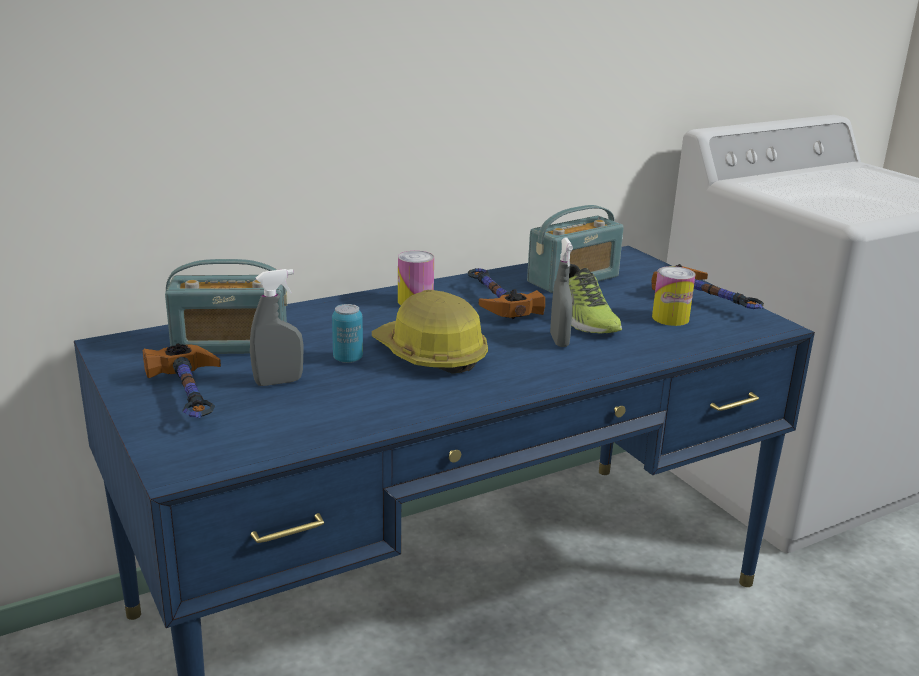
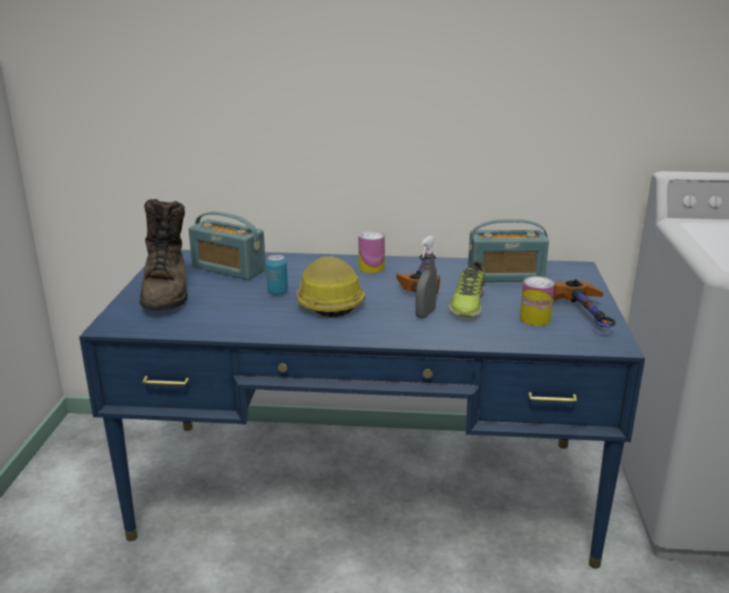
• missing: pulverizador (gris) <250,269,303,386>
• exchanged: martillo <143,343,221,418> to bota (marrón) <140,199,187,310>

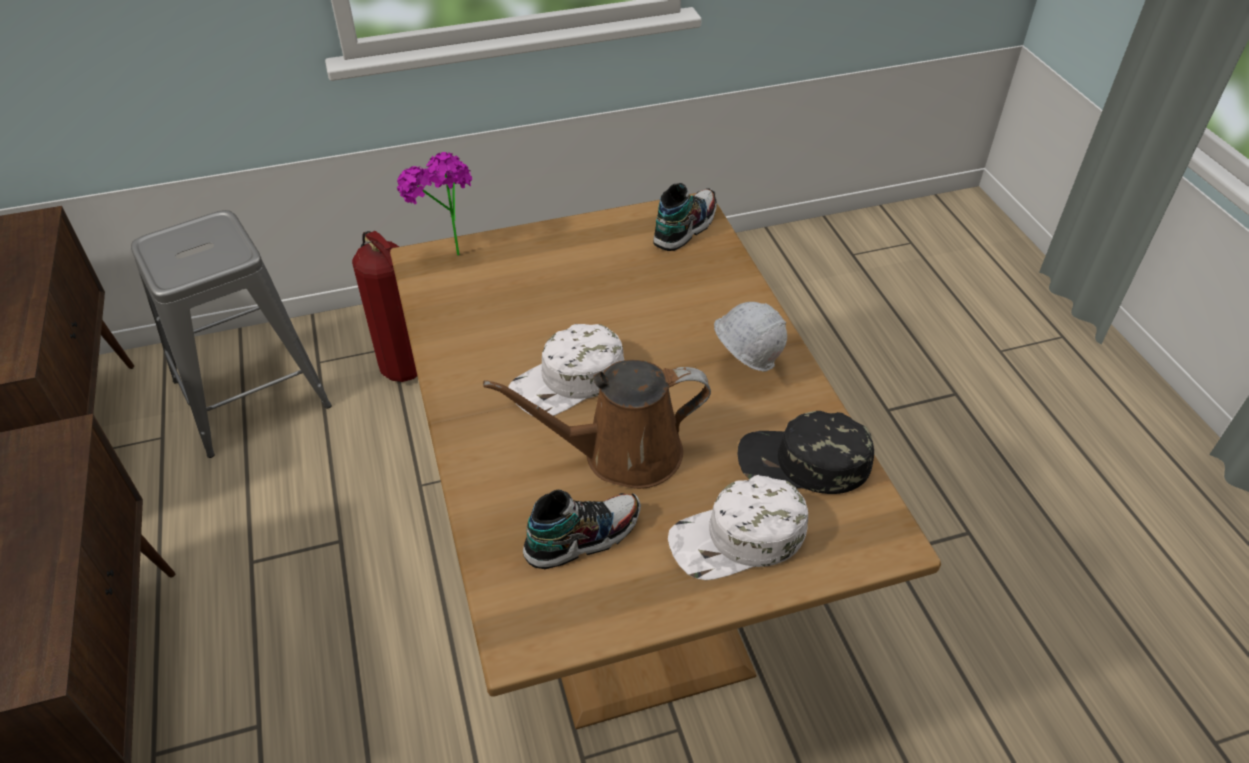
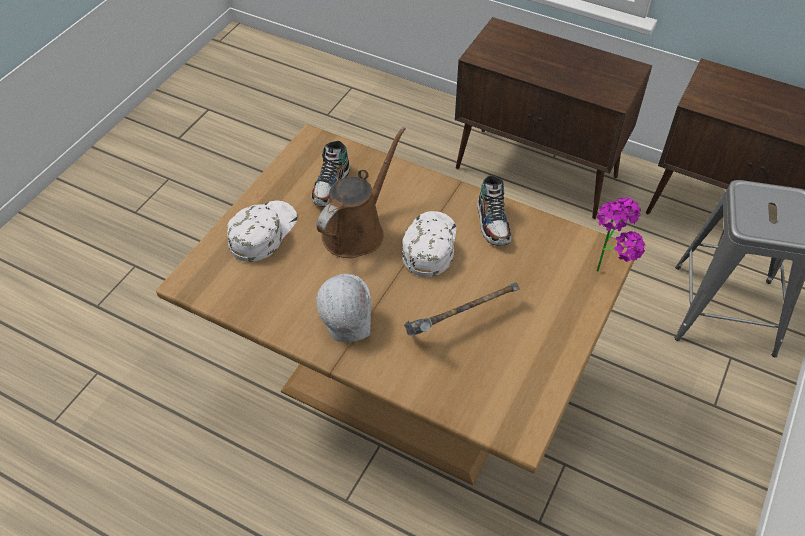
• missing: extintor <352,231,417,382>
• missing: gorra (negro) <738,411,874,494>
• appeared: martillo <404,283,520,335>
• relocated: zapato <653,183,717,251> to <478,176,512,246>

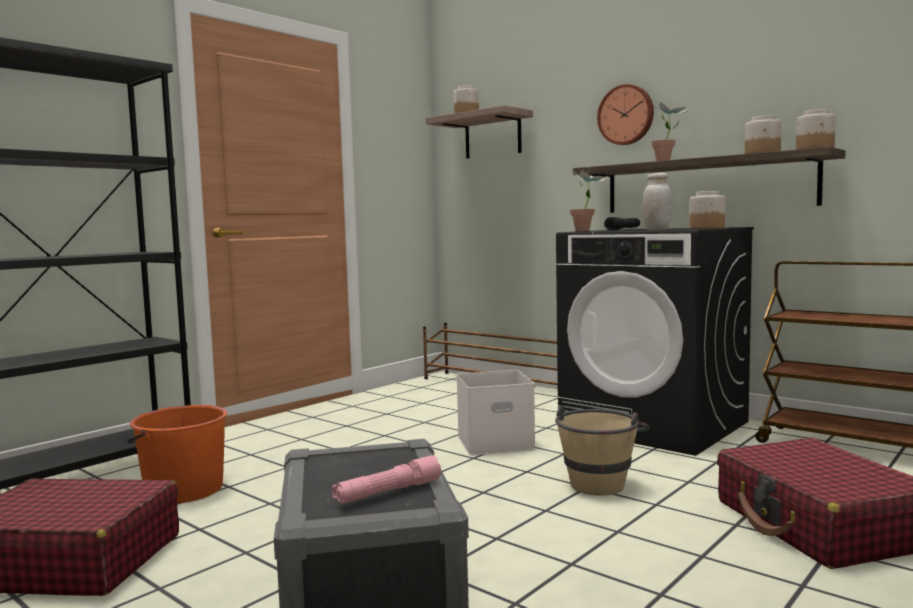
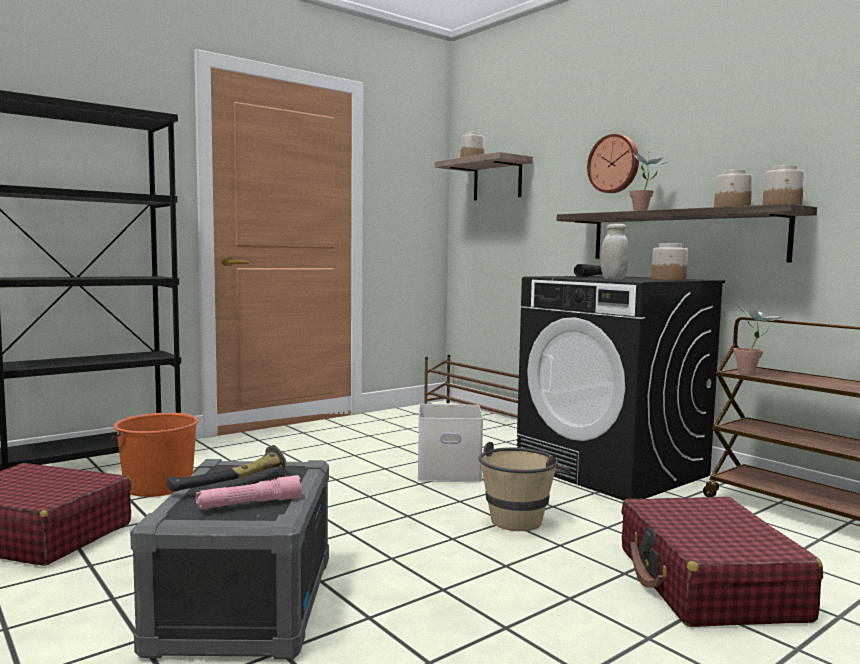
• appeared: martillo <166,445,287,492>
• relocated: planta en maceta <570,170,608,231> to <733,304,782,375>

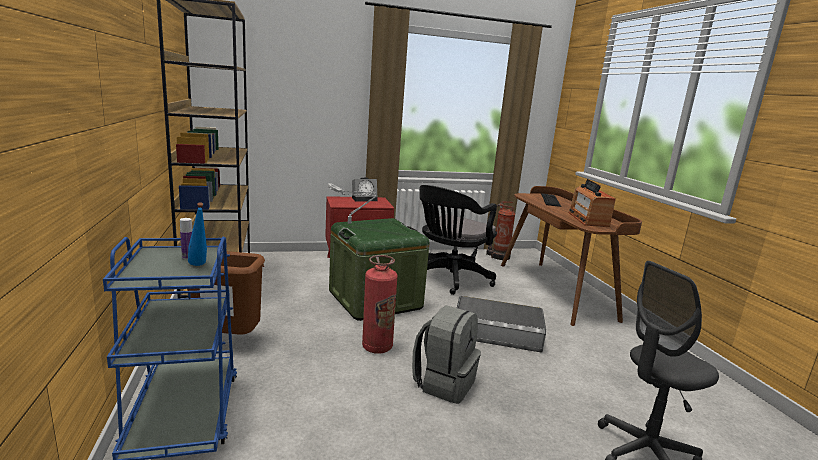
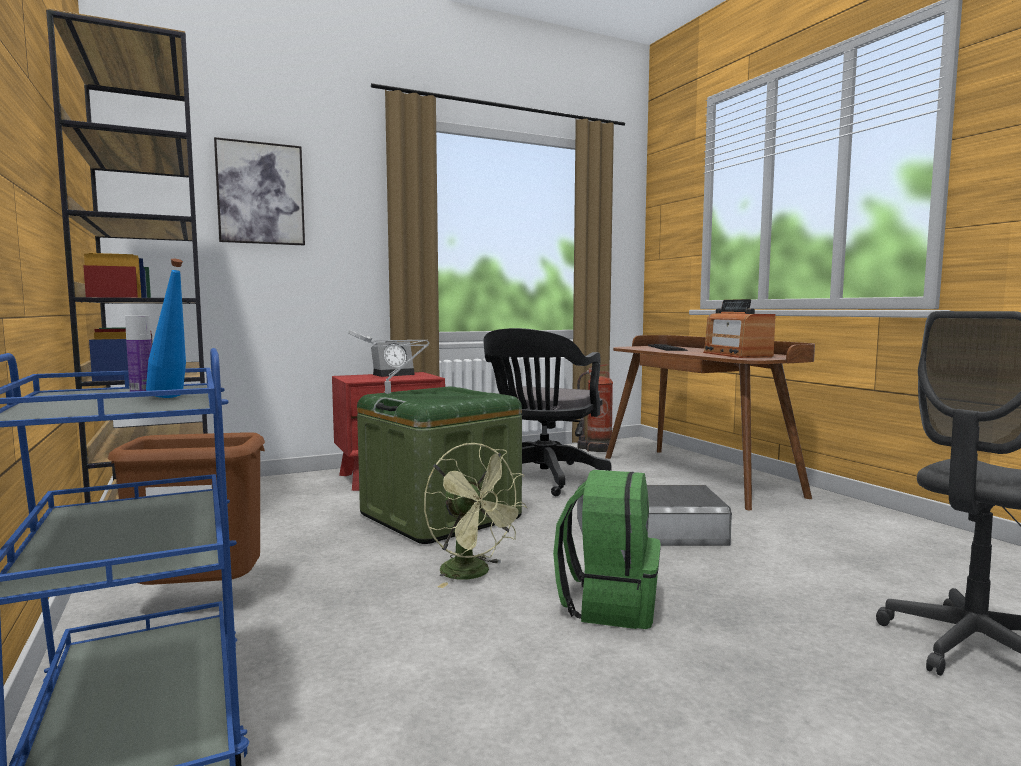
• appeared: cuadro <214,137,305,245>
• exchanged: extintor <362,255,397,354> to ventilador (verde) <424,443,527,588>
• colour: mochila (gris) <412,305,481,404> to mochila (verde) <553,470,661,629>

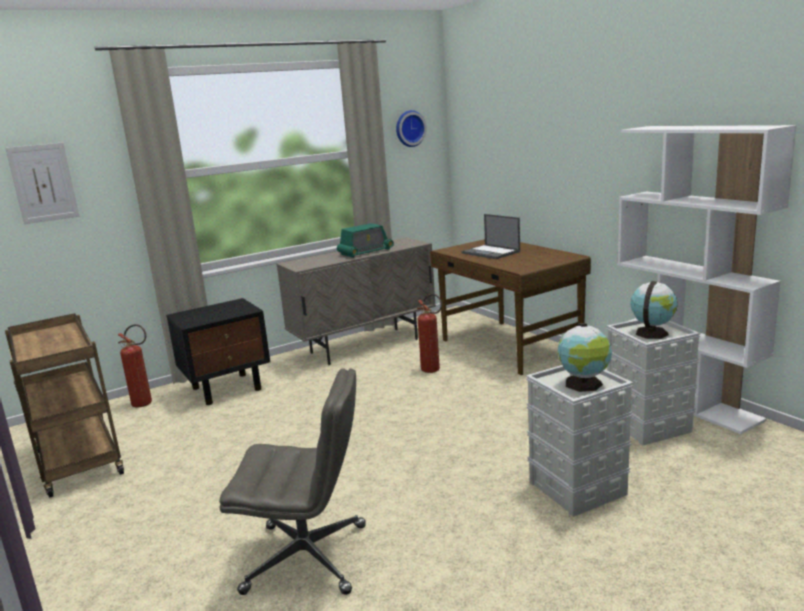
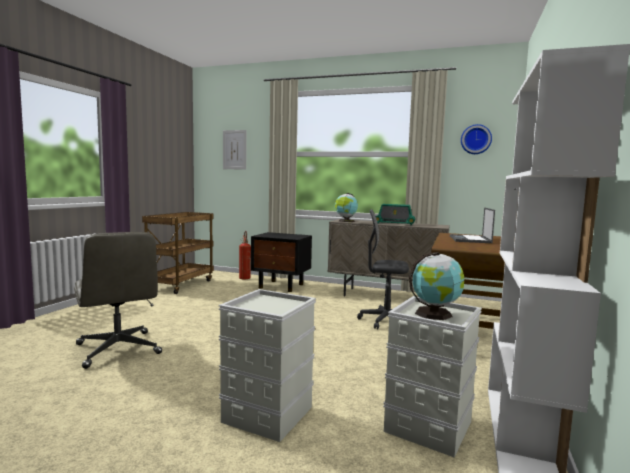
• relocated: globo terráqueo <558,323,612,392> to <335,193,358,222>
• exchanged: extintor <417,294,442,373> to silla de oficina (gris) <357,209,409,329>

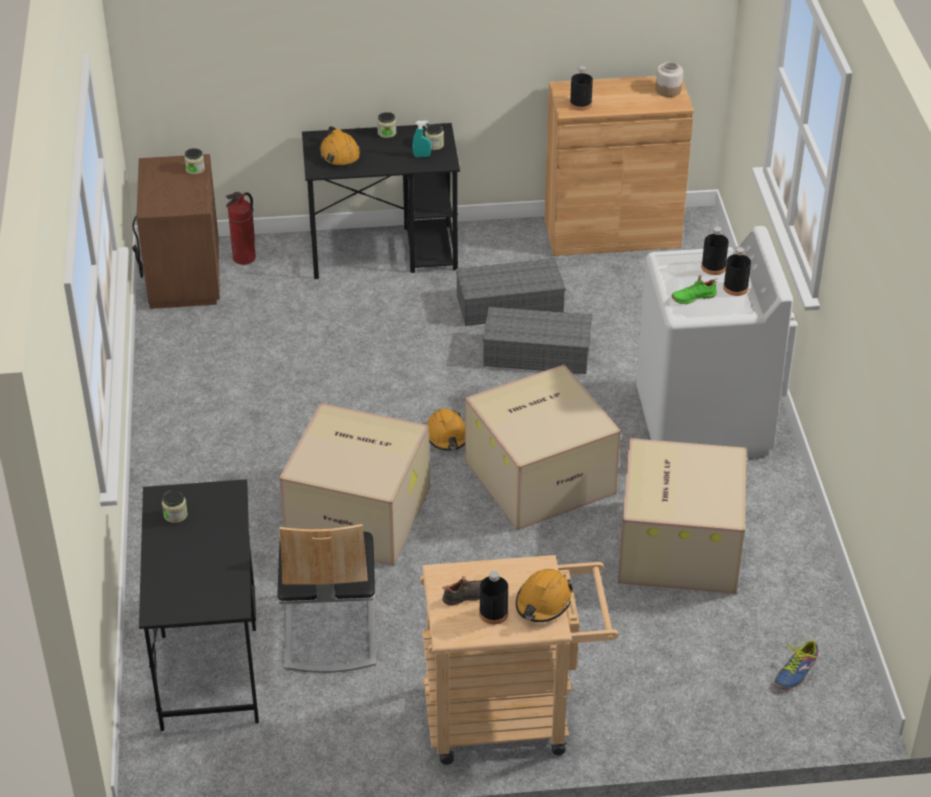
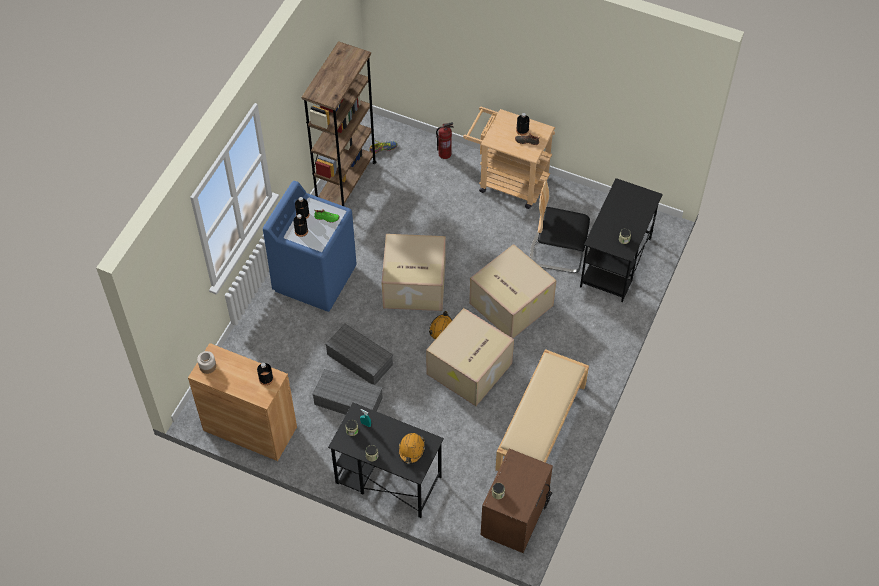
• missing: casco (naranja) <516,569,573,622>
• appeared: estantería (marrón) <301,41,376,206>
• appeared: banco (beis) <495,349,589,471>
• relocated: extintor <226,192,256,265> to <436,122,453,159>
• relocated: caja de cartón <618,438,746,594> to <426,308,514,406>
• colour: lavadora (blanco) <636,226,793,457> to lavadora (azul) <263,181,357,312>
• spun: silla <277,524,376,673> = <530,179,590,273> 105 degrees counterclockwise

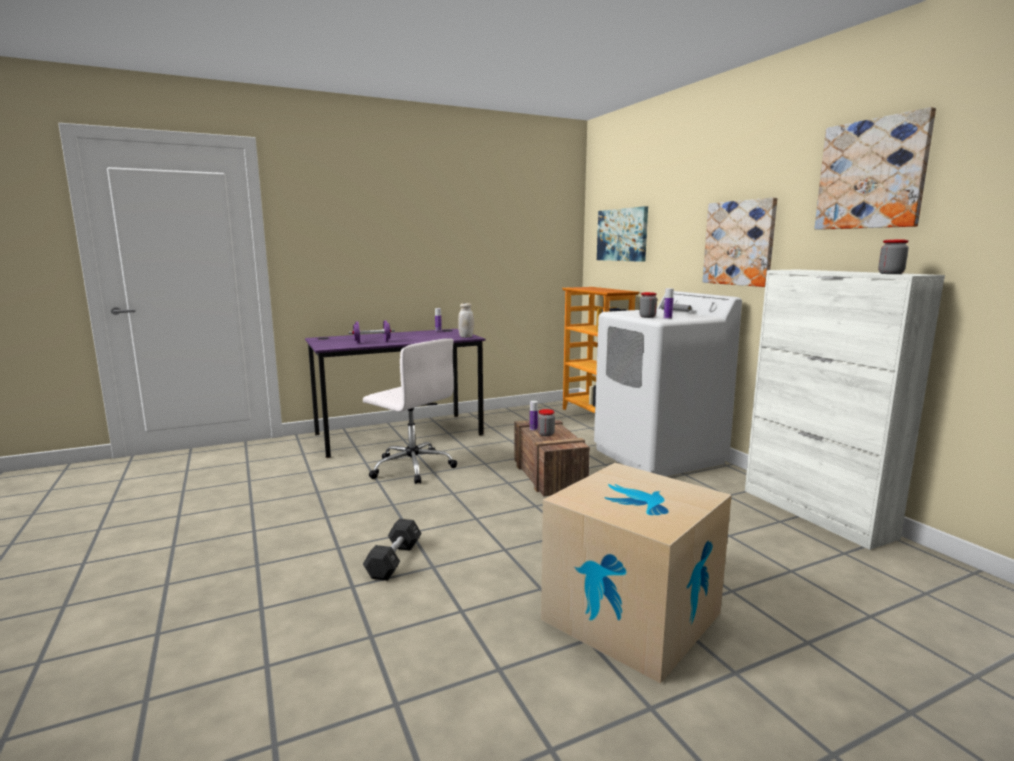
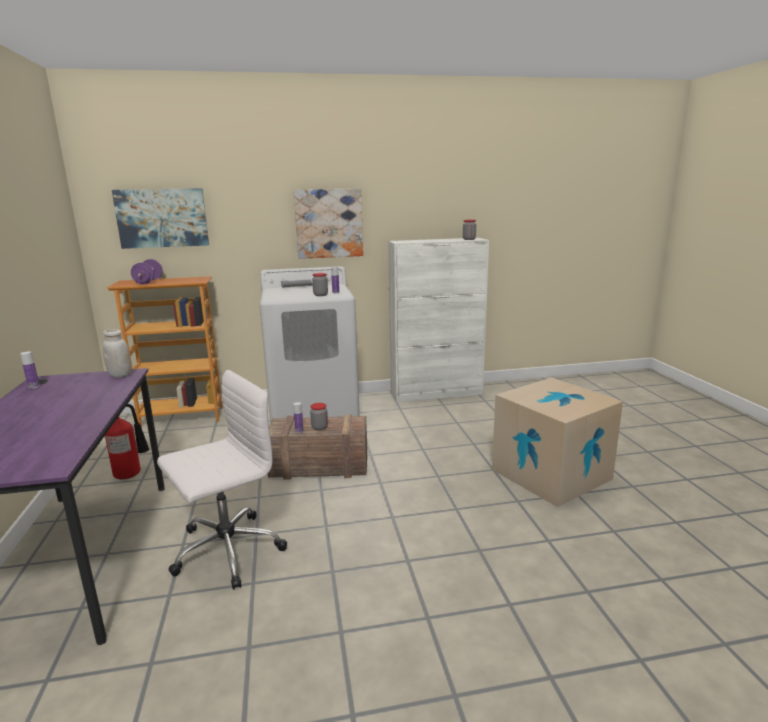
• missing: mancuerna (negro) <363,519,422,581>
• missing: cuadro <815,107,936,230>
• appeared: extintor <105,404,150,479>
• relocated: mancuerna (morado) <348,320,395,343> to <131,259,163,284>

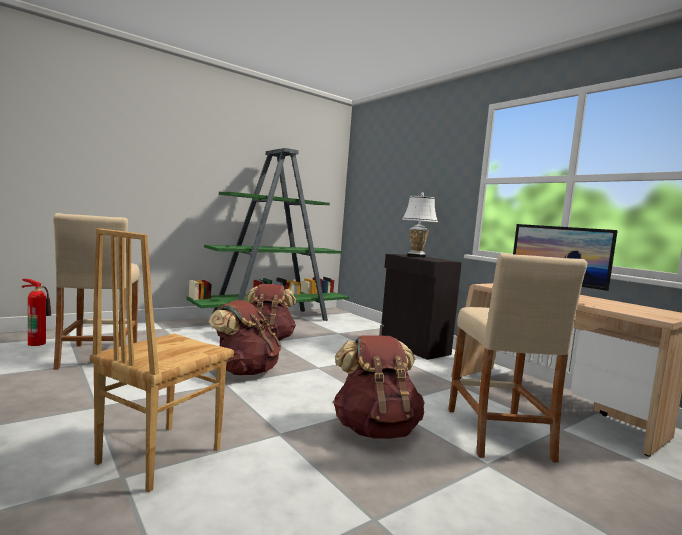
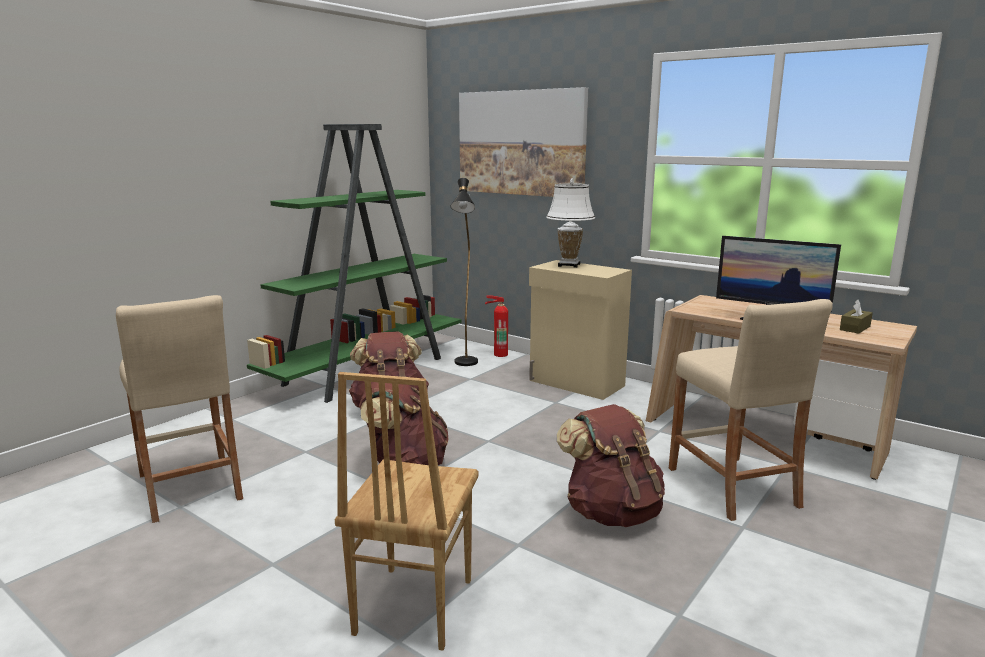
• appeared: lámpara de pie (negro) <451,178,478,366>
• appeared: cuadro <459,87,588,197>
• appeared: caja de pañuelos (marrón) <840,300,873,334>
• relocated: extintor <21,279,52,346> to <485,296,508,357>
• colour: armario (negro) <379,254,462,360> to armario (beis) <529,260,632,400>

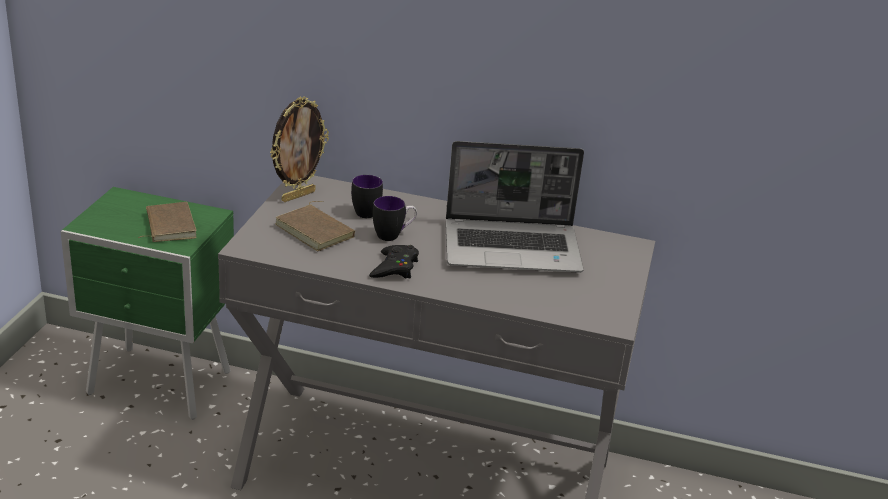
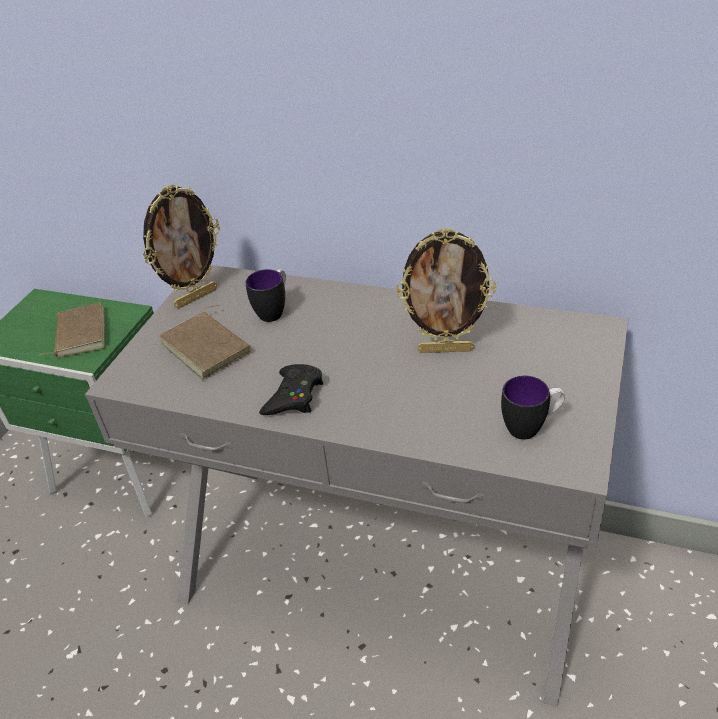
• relocated: taza grande <373,196,417,241> to <501,376,565,440>
• exchanged: portátil <445,141,584,273> to portarretratos <396,228,496,353>

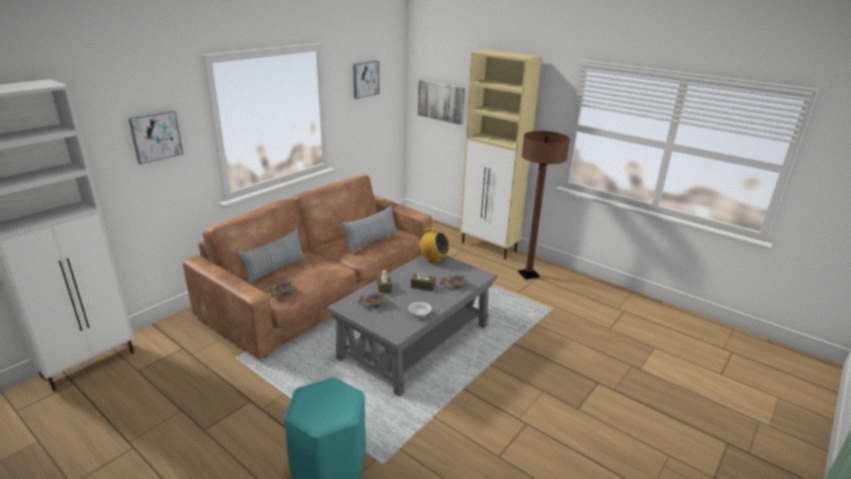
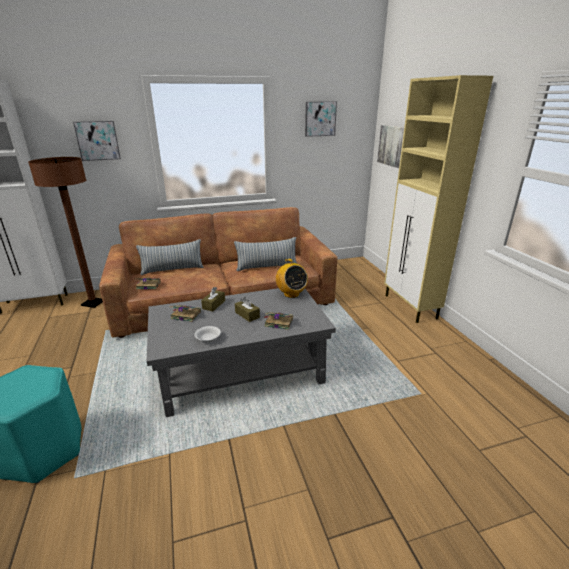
• relocated: lámpara de pie (marrón) <518,131,570,279> to <28,157,103,308>

